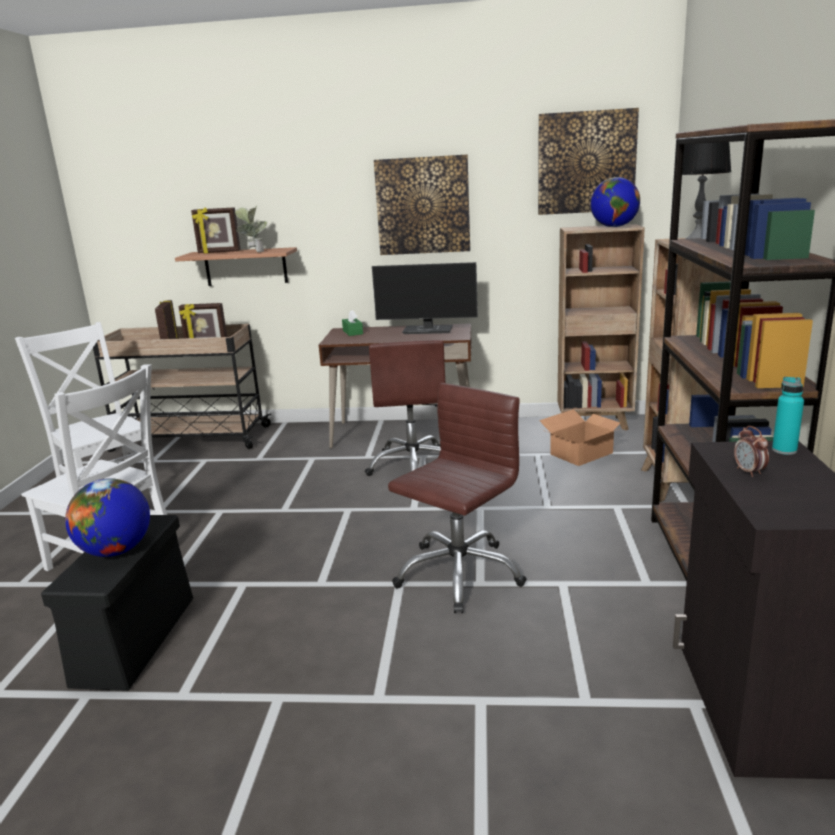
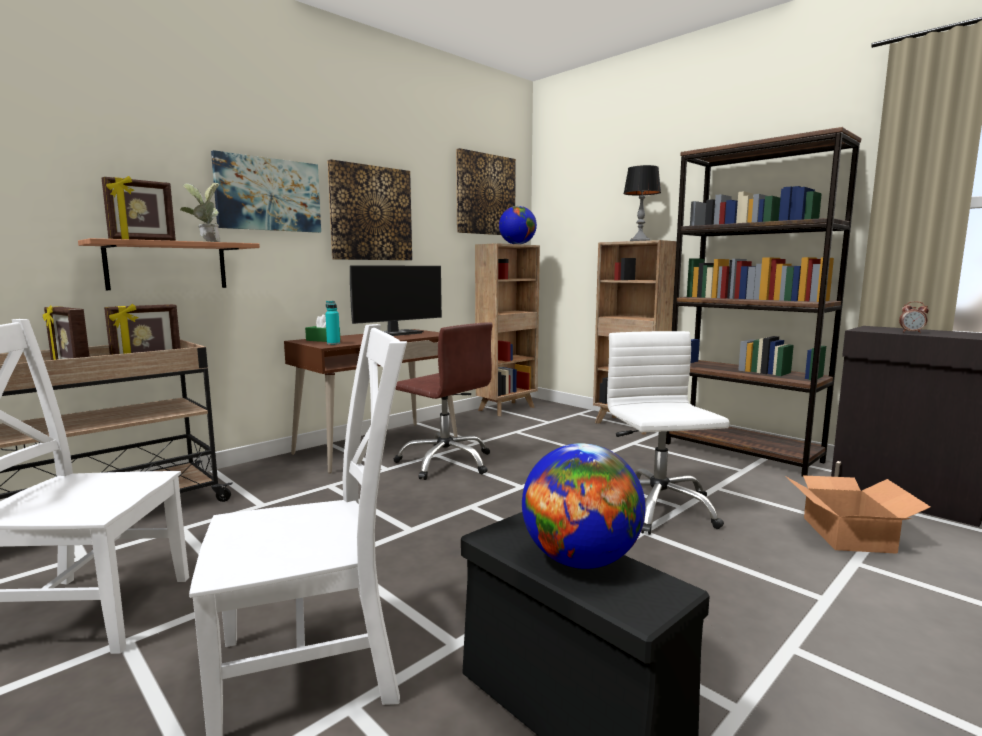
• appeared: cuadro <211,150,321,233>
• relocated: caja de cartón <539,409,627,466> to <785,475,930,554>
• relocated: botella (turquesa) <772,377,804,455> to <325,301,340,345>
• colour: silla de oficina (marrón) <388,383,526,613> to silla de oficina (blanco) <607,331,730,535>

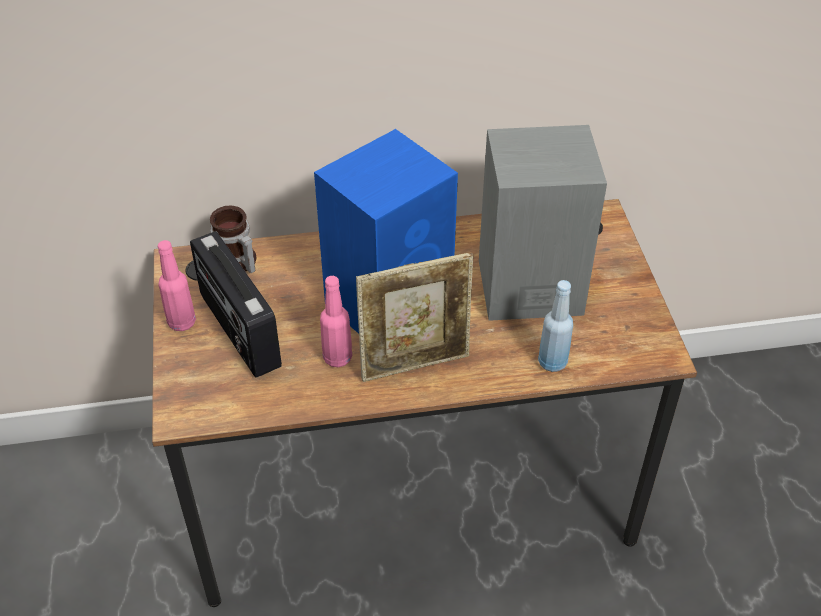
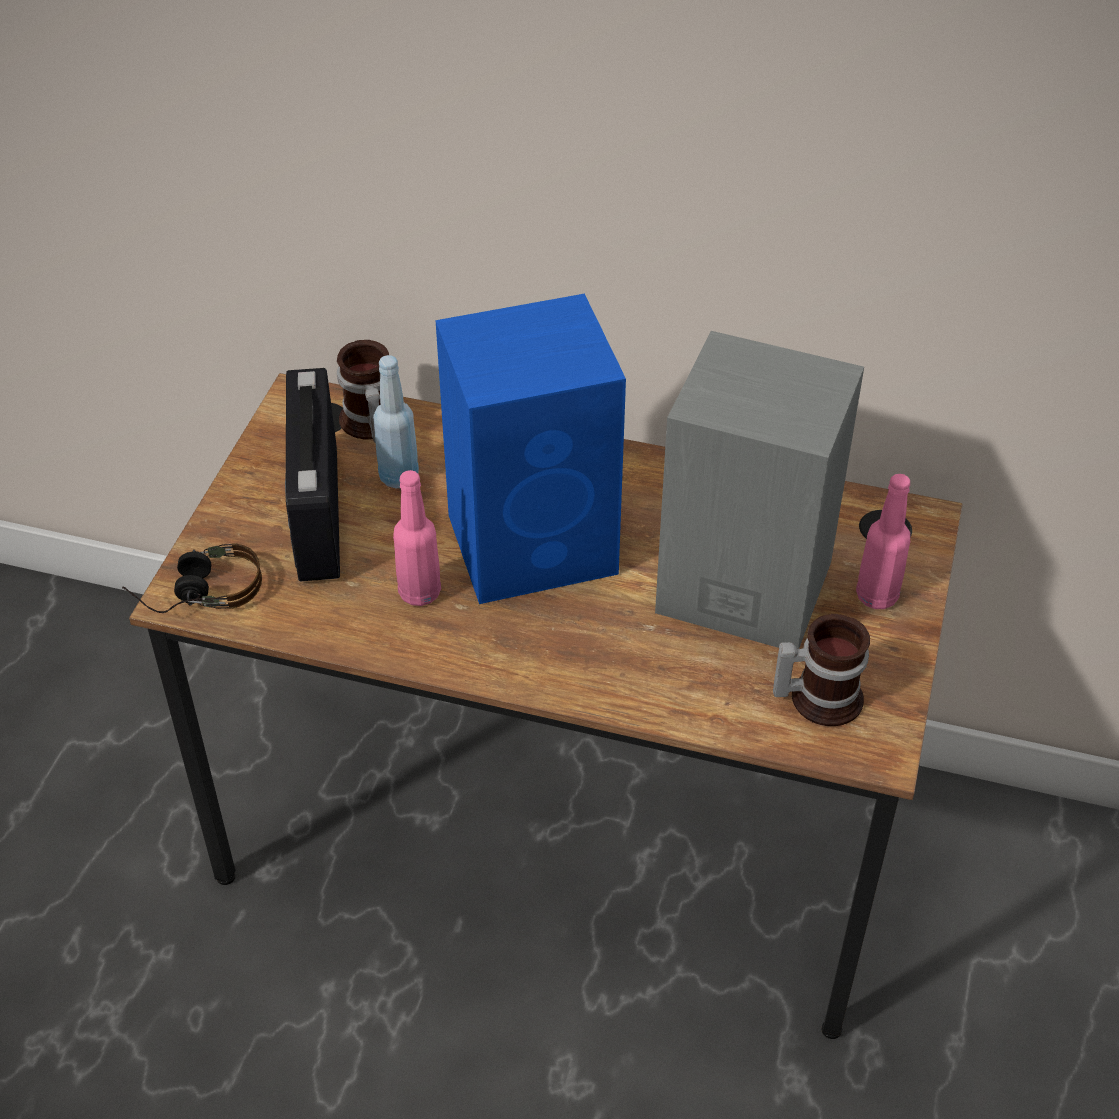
• missing: portarretratos <356,252,473,382>
• appeared: auriculares <122,544,262,613>
• appeared: taza grande <773,614,870,726>
• relocated: botella (rosa) <158,240,196,331> to <856,474,910,609>
• relocated: botella (azul) <538,280,573,372> to <373,355,419,488>

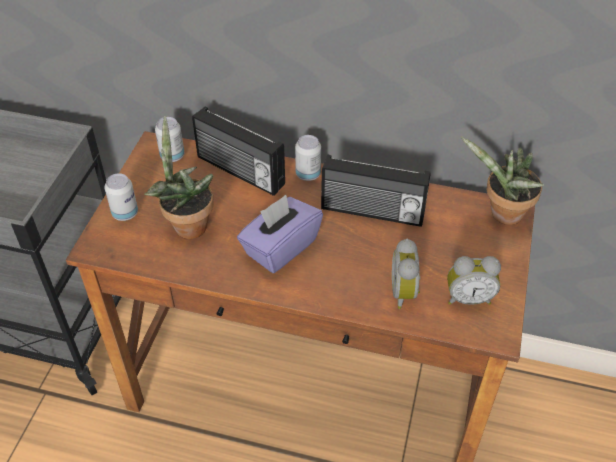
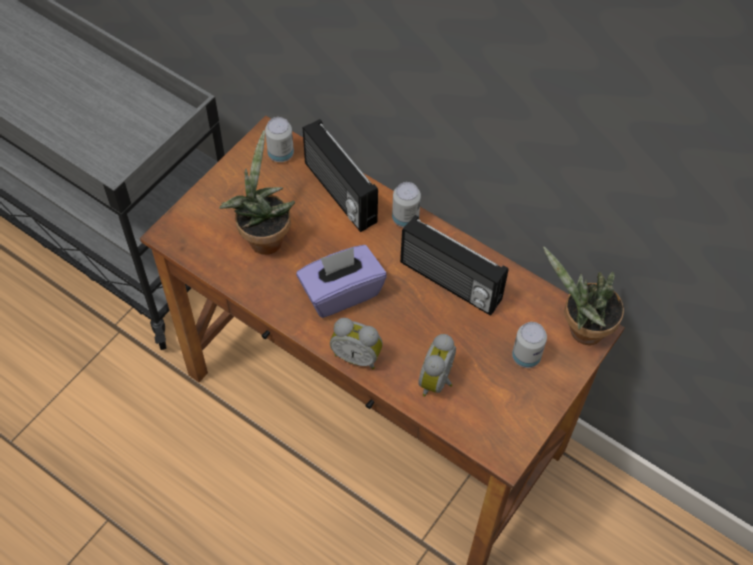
• relocated: lata <105,173,138,221> to <512,322,547,368>
• relocated: despertador <447,256,501,305> to <330,318,383,370>

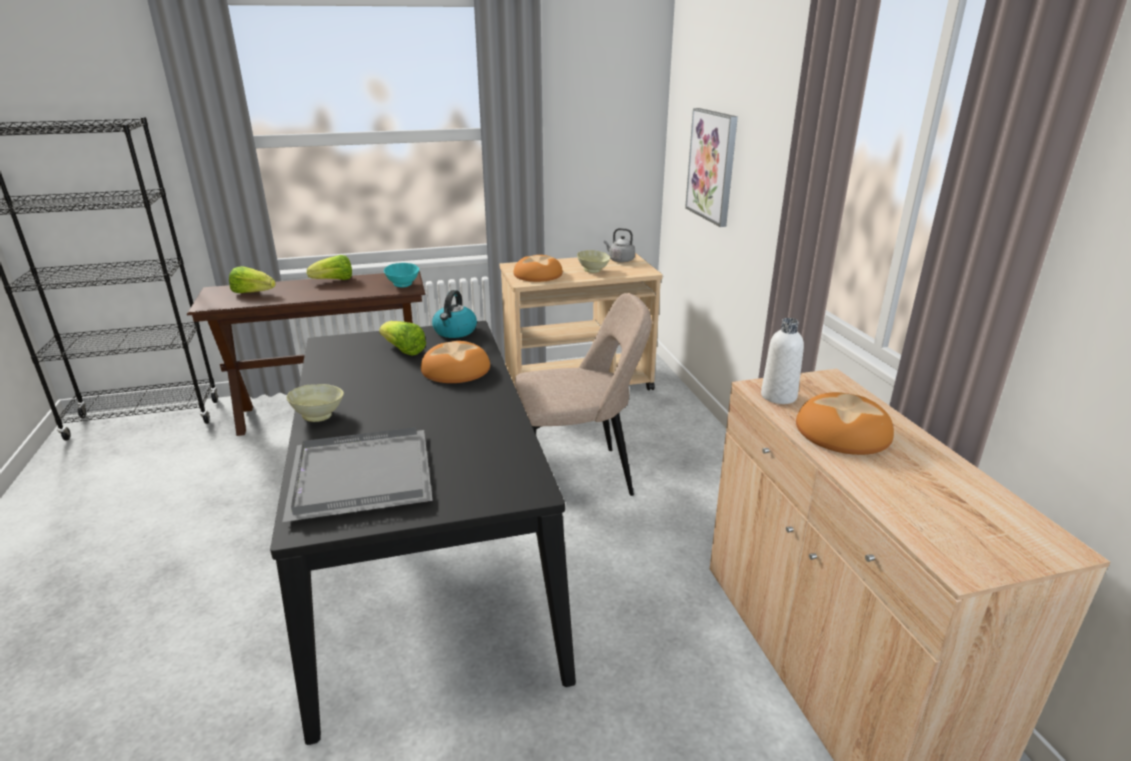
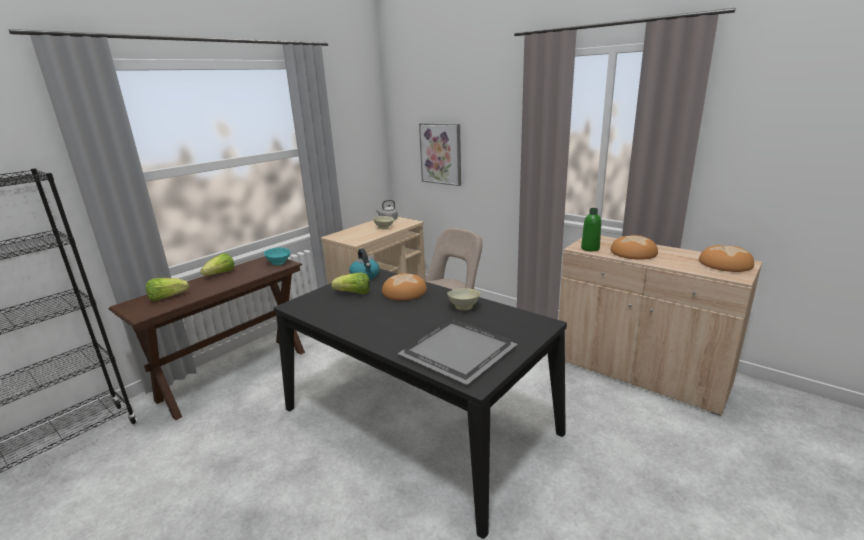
• relocated: cuenco (beis) <287,384,344,422> to <447,288,480,310>
• relocated: pan <513,255,563,282> to <699,245,754,272>
• colour: botella (blanco) <761,318,804,404> to botella (verde) <581,208,601,251>

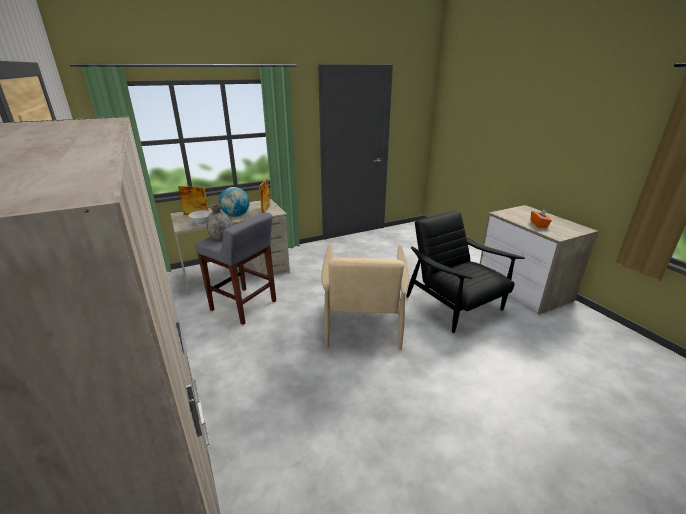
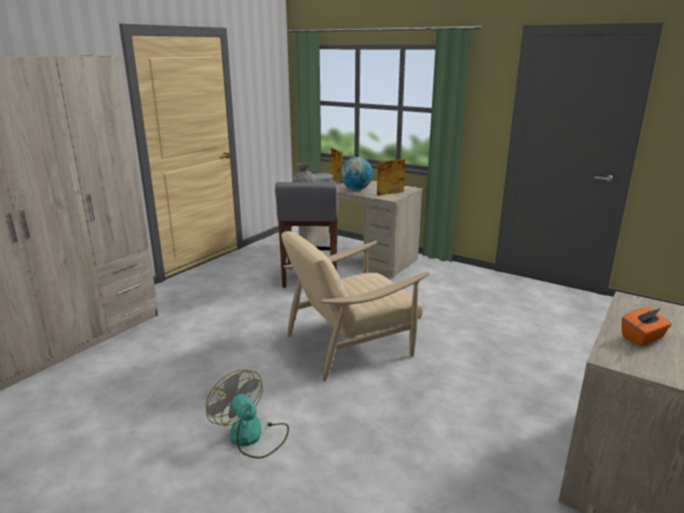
• missing: sillón (negro) <406,211,525,333>
• appeared: ventilador <206,370,289,459>

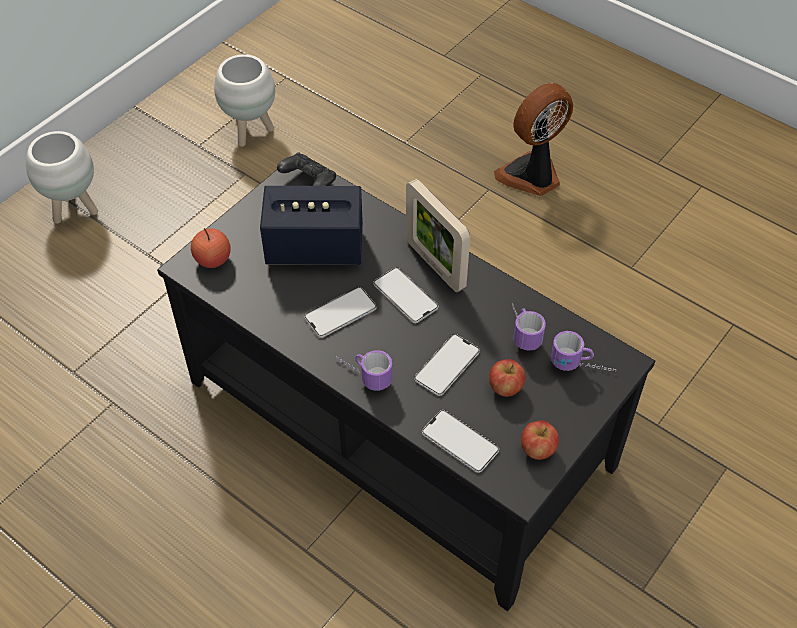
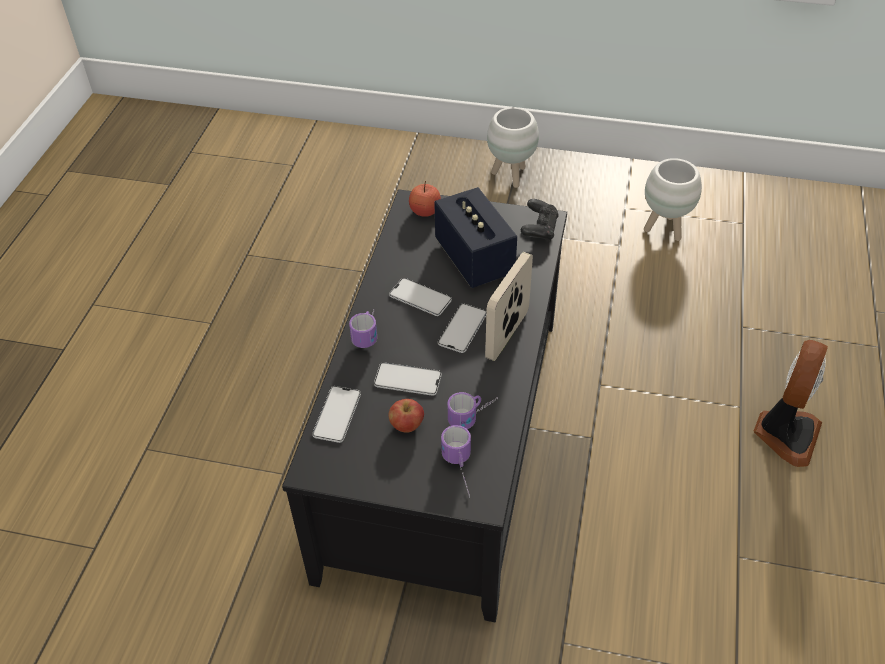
• missing: manzana <521,420,559,460>
• spun: ventilador <494,83,573,196> = <754,340,828,467> 90 degrees clockwise

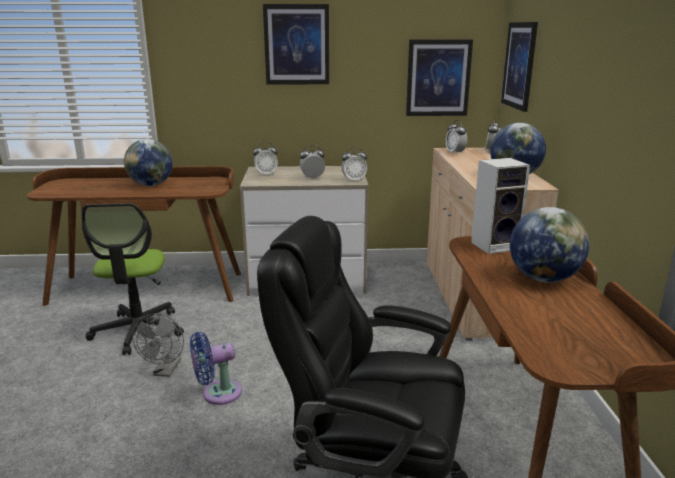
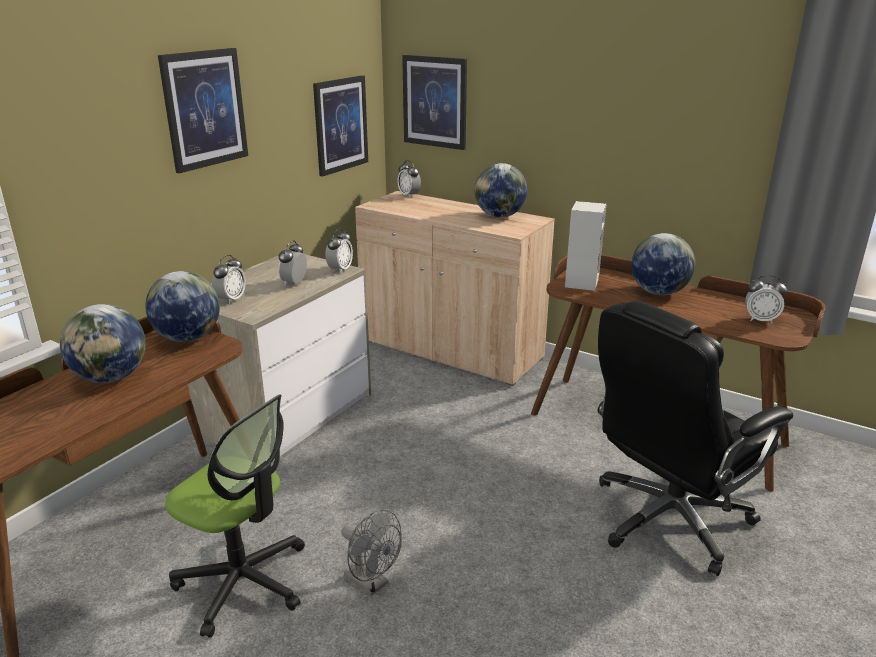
• missing: ventilador (azul) <190,332,242,405>
• appeared: globo terráqueo <145,271,220,342>
• relocated: despertador <446,120,467,155> to <745,275,787,324>

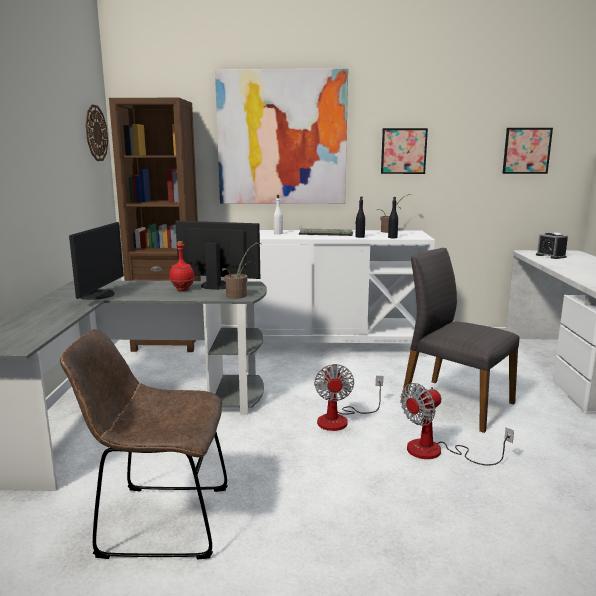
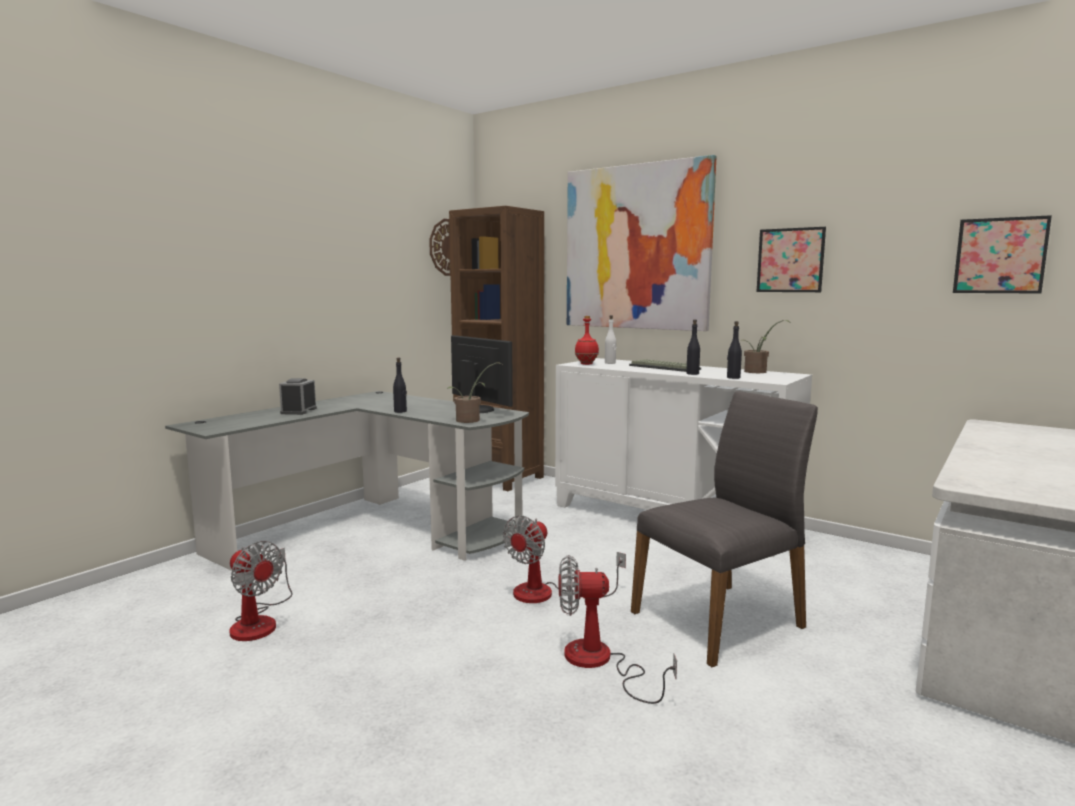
• missing: monitor <69,222,124,300>
• appeared: botella (negro) <393,357,407,413>
• relocated: botella (rojo) <170,241,195,291> to <575,316,599,365>
• relocated: despertador <536,232,568,259> to <279,378,317,415>
• exchanged: silla (marrón) <60,329,228,560> to ventilador <230,541,292,641>
• spun: silla (gris) <401,248,519,433> = <631,391,818,667> 75 degrees clockwise

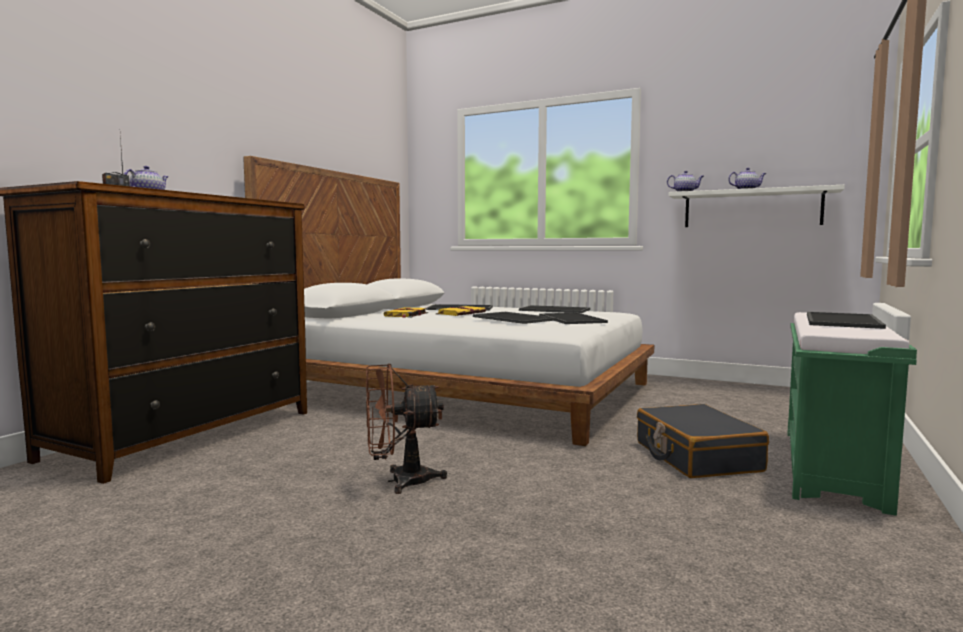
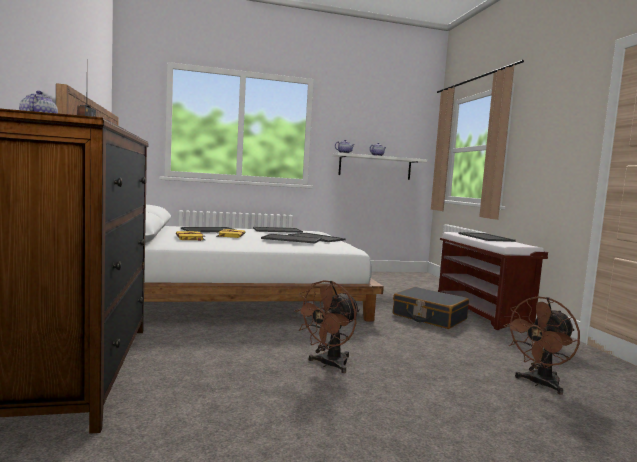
• appeared: ventilador (marrón) <504,296,580,395>
• colour: banco (verde) <787,312,917,516> to banco (marrón) <438,232,548,330>

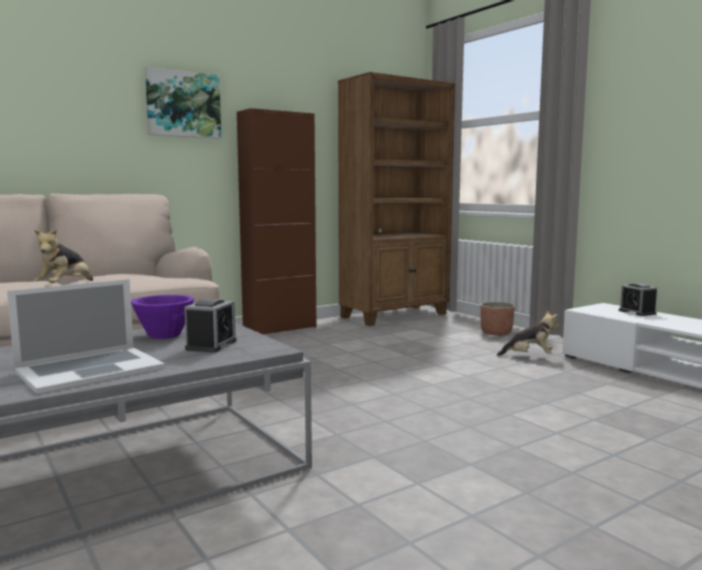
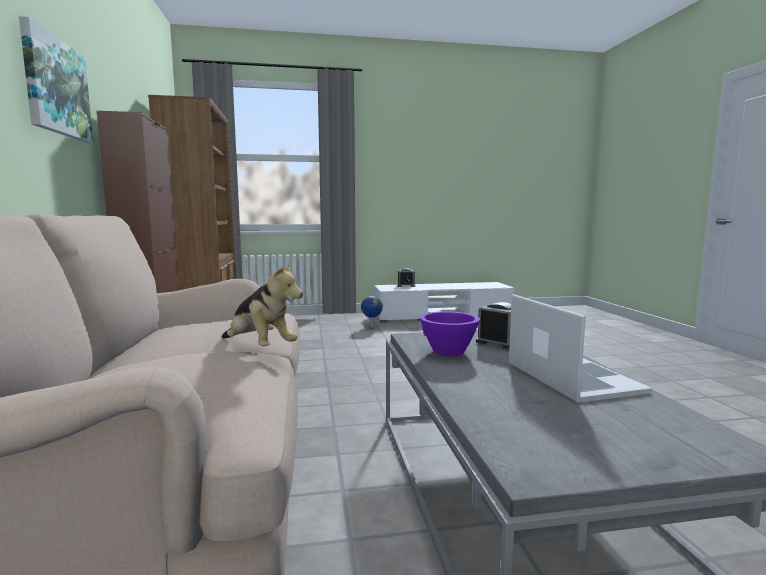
• missing: maceta <480,302,515,336>
• exchanged: peluche <497,311,559,356> to globo terráqueo <361,296,383,328>

